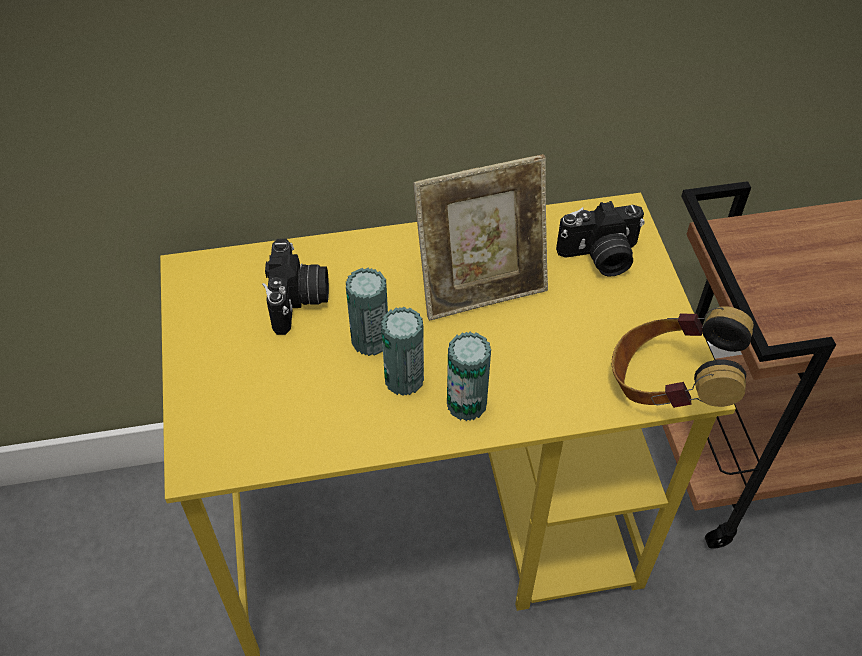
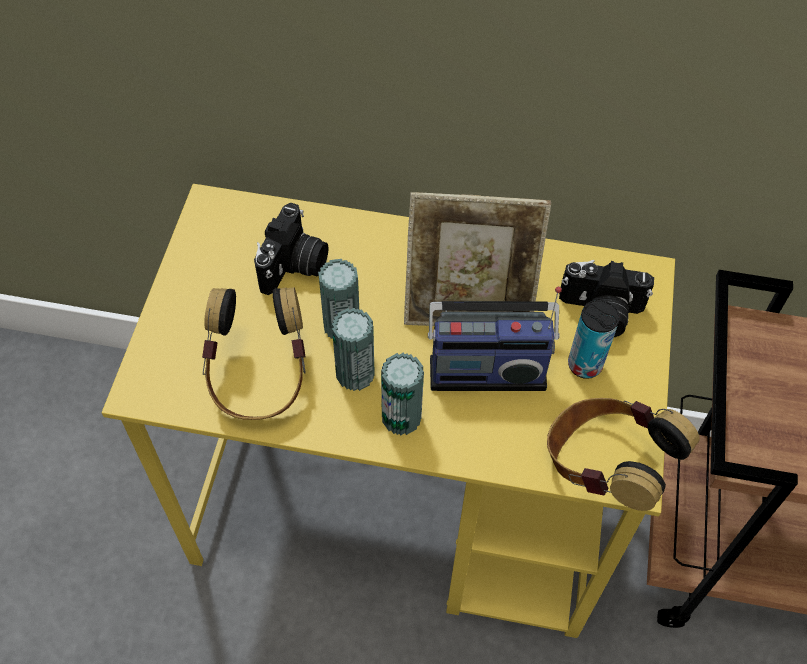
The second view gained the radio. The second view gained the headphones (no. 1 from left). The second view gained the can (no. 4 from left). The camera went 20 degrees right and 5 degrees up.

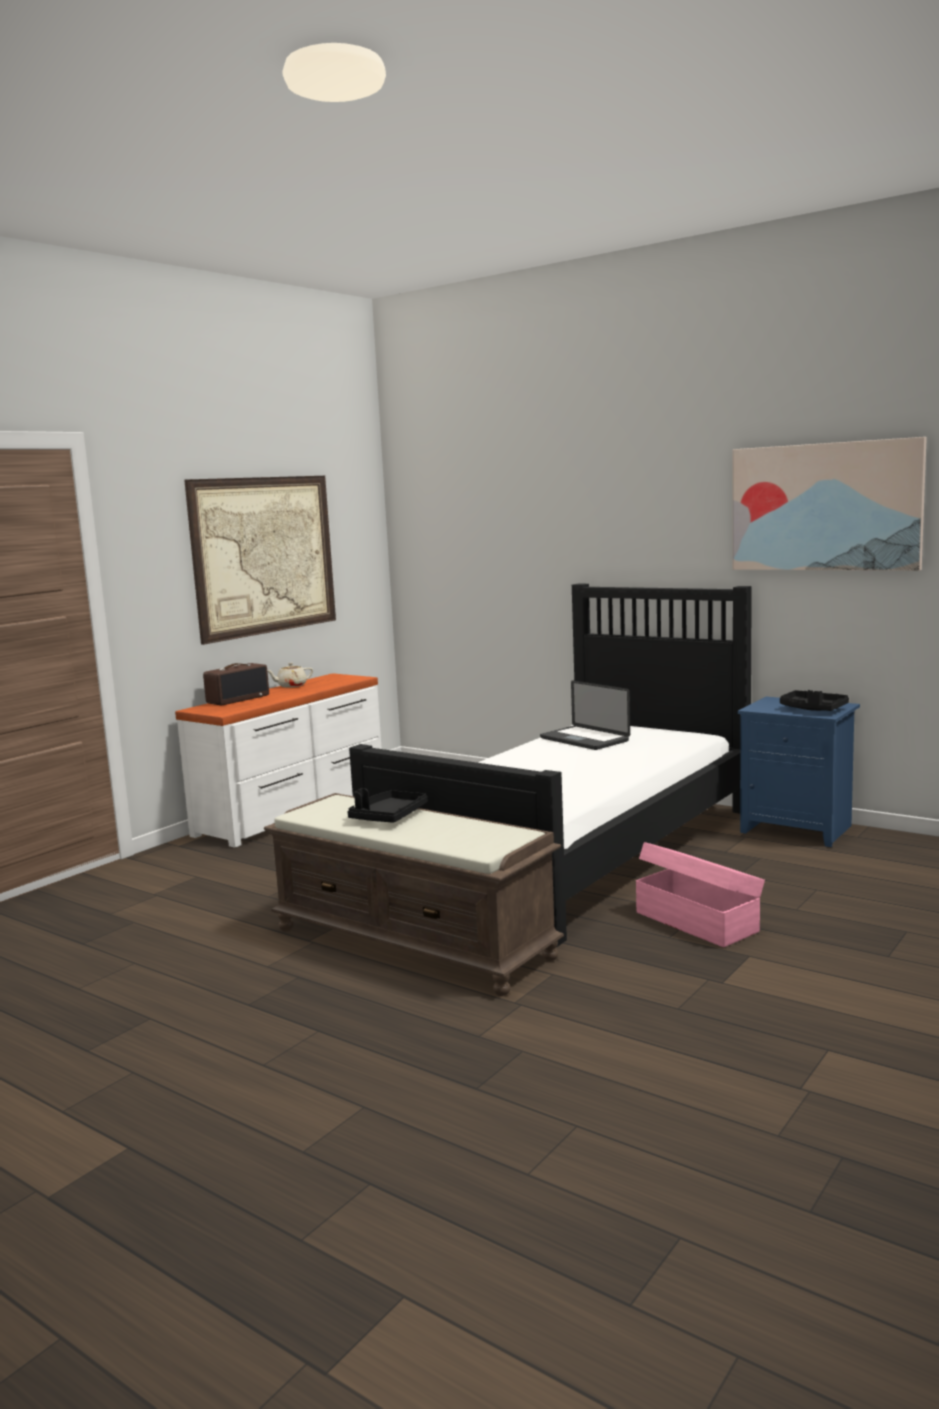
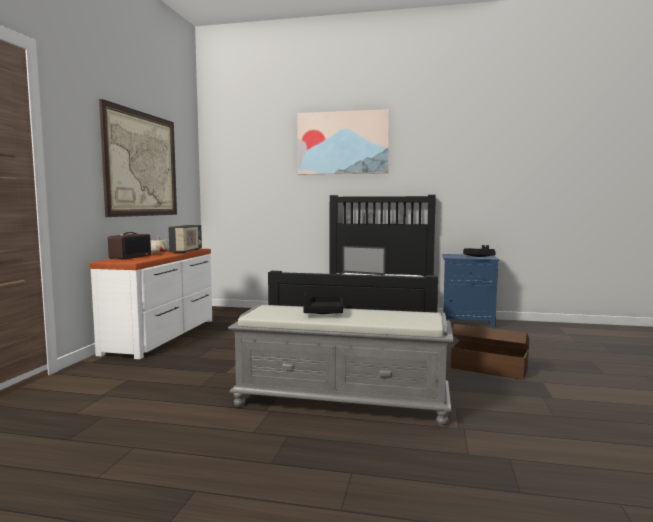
The picture (no. 2 from left) ended up elsewhere. What was the brown bench turned into the grey bench. What was the pink storage box turned into the brown storage box. The second view gained the radio (no. 2 from left). The camera went 25 degrees left and 5 degrees down.

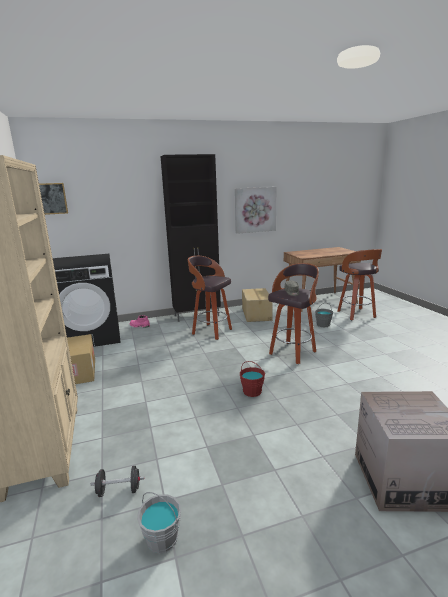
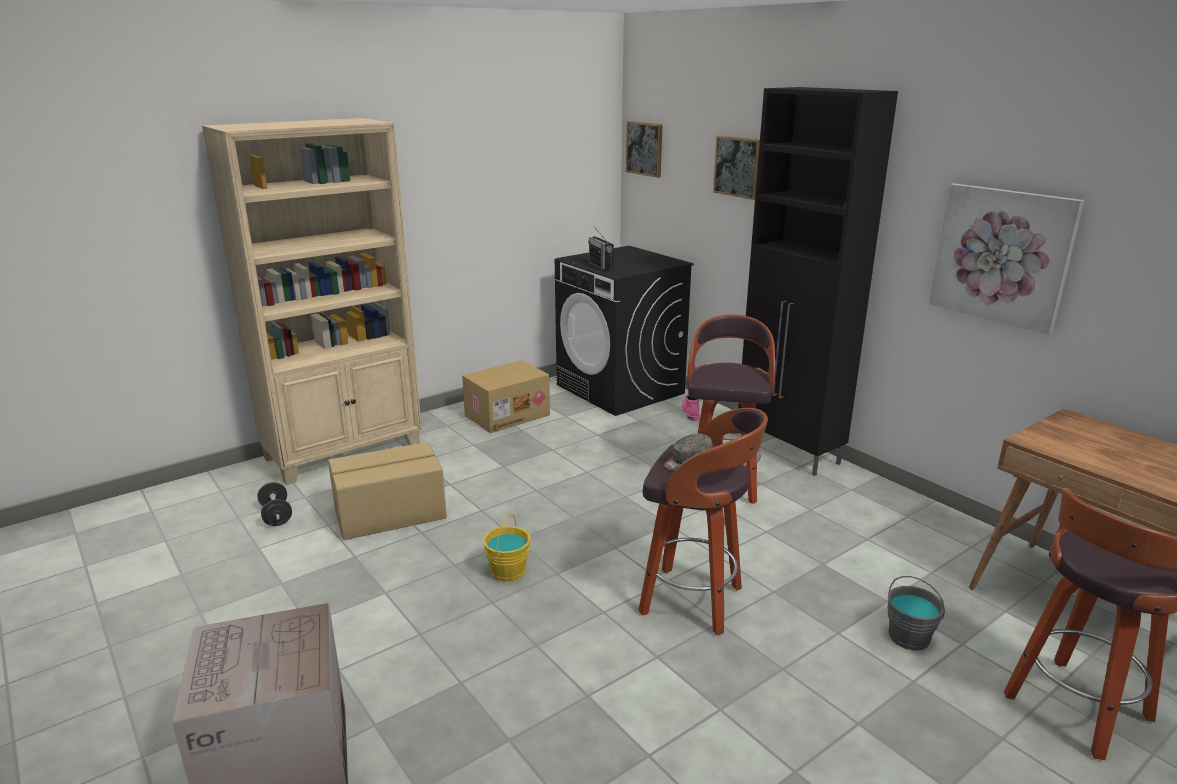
The cardboard box (no. 2 from left) ended up elsewhere. What was the red bucket turned into the yellow bucket. The second view lost the grey bucket (no. 1 from left). The second view gained the picture (no. 2 from left). The second view gained the radio. The camera went 70 degrees right and 5 degrees up.

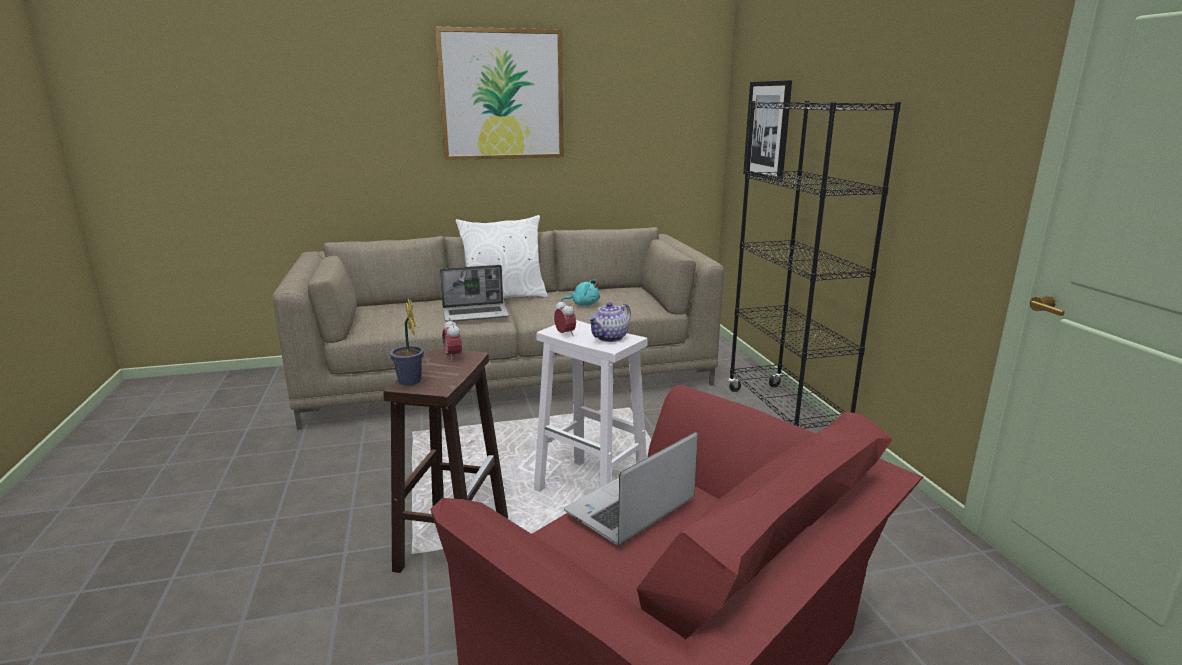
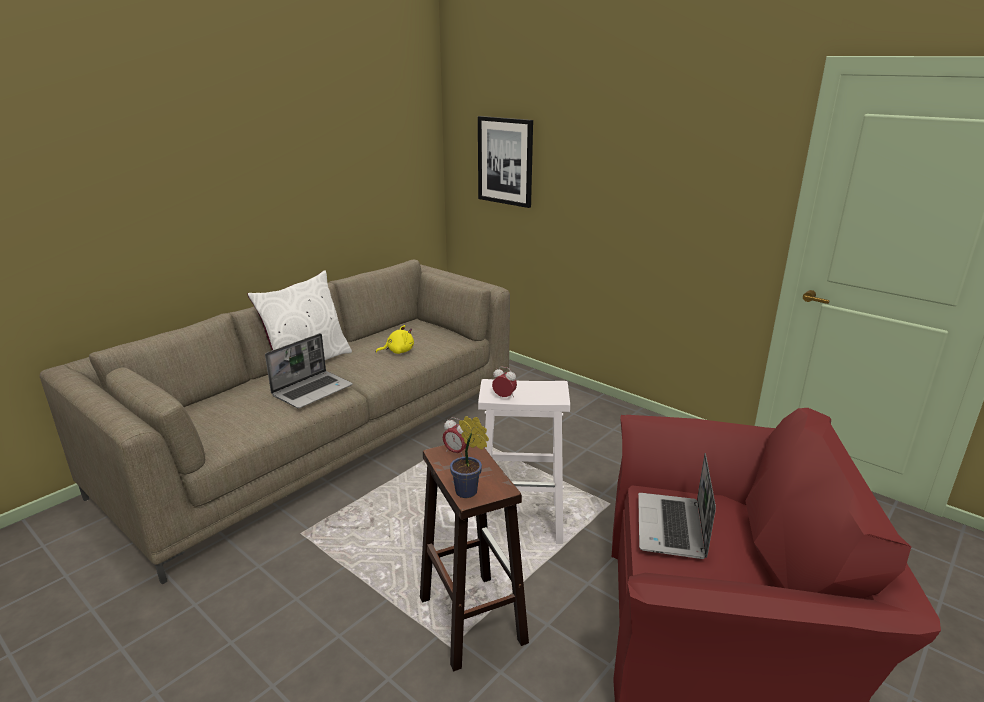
The second view lost the picture (no. 1 from left). The second view lost the black bookcase. What was the turquoise plush toy turned into the yellow plush toy. The second view lost the teapot. The camera went 35 degrees left and 5 degrees up.

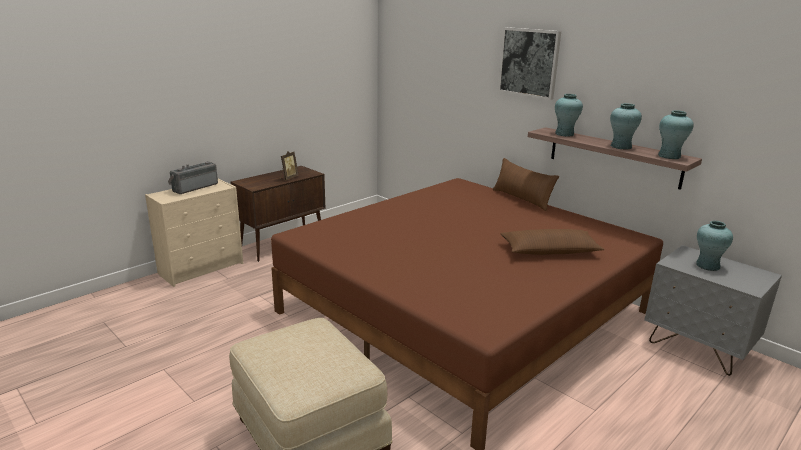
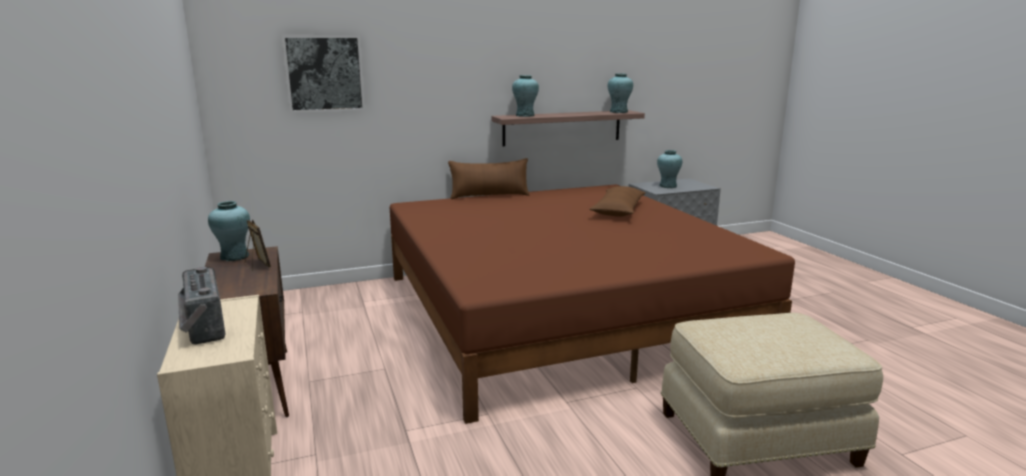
The picture ended up elsewhere. The turquoise vase (no. 2 from left in the first image) ended up elsewhere. The camera went 65 degrees left and 5 degrees down.

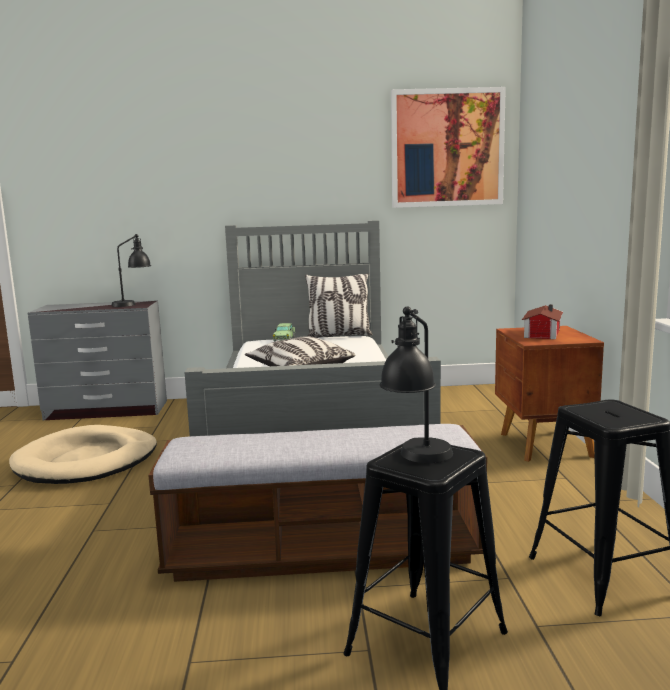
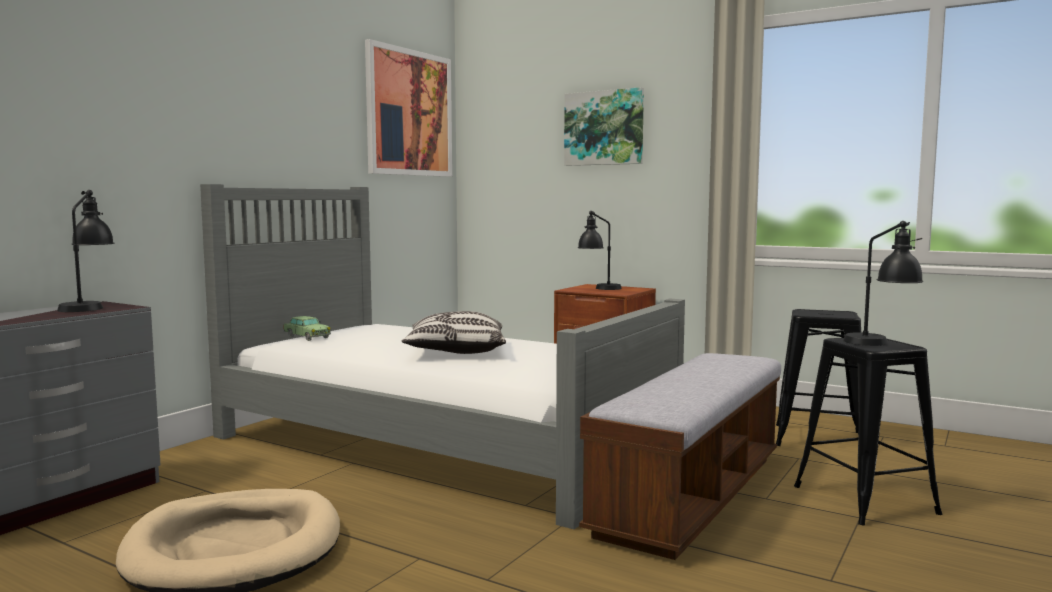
The second view lost the pillow (no. 2 from left). Where the toy house stood, the black table lamp (no. 2 from left) came to stand. The second view gained the picture (no. 2 from left). The camera went 55 degrees left and 5 degrees down.

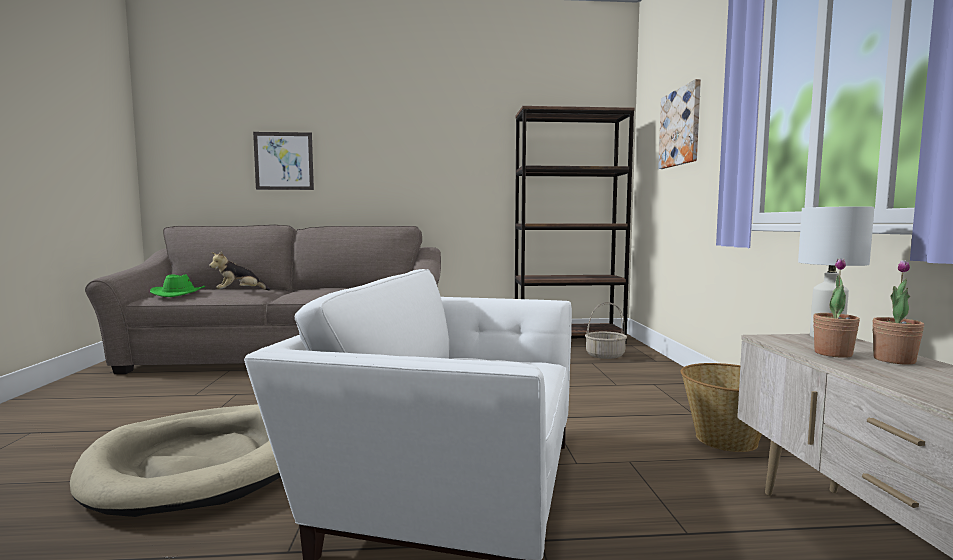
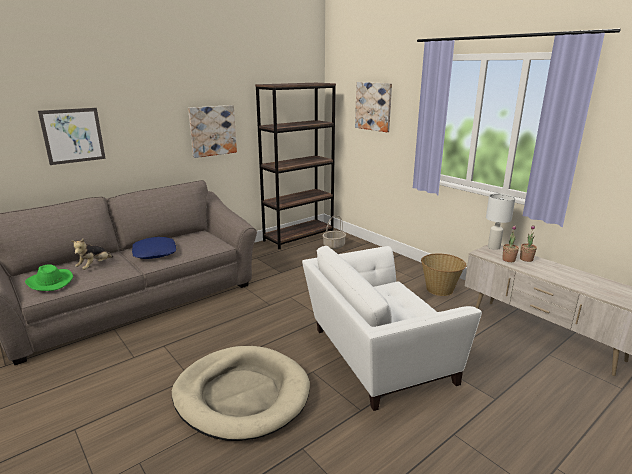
The second view gained the picture (no. 2 from left). The second view gained the blue pillow. The camera went 35 degrees left and 15 degrees up.

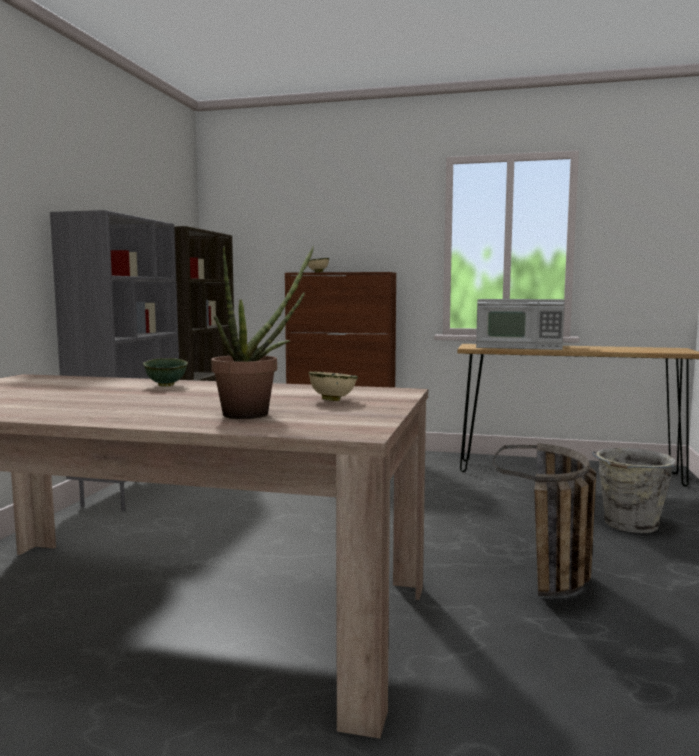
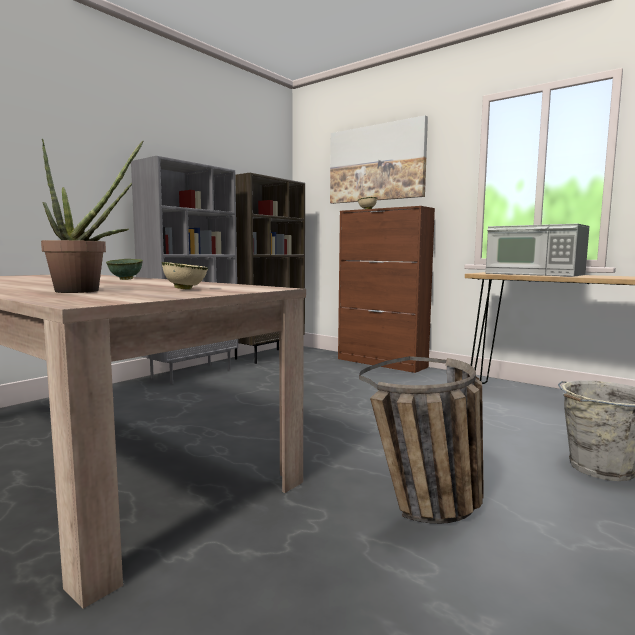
The second view gained the picture. The camera went 25 degrees right and 0 degrees up.

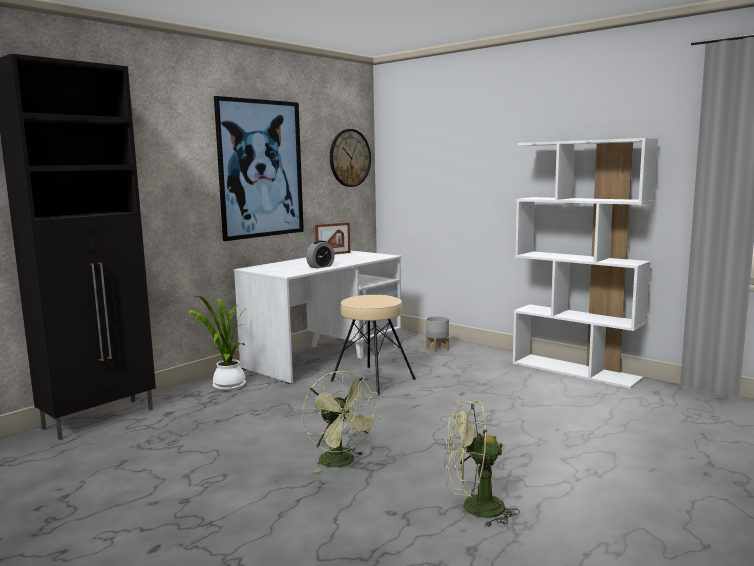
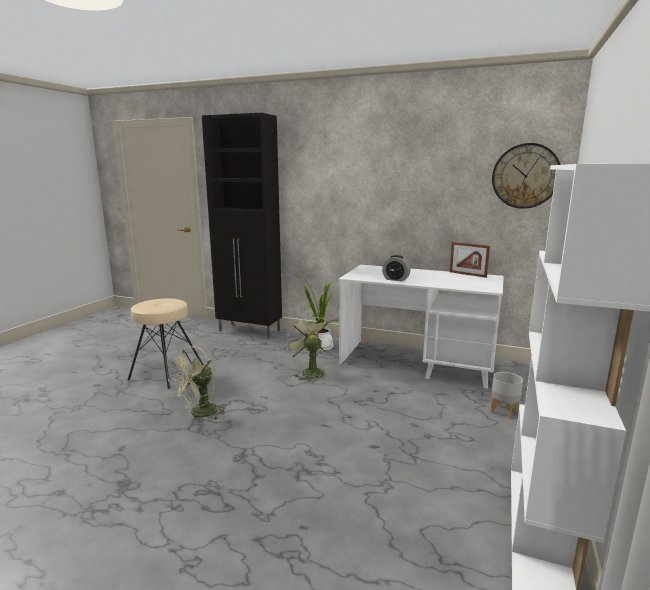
The second view lost the picture. The beige stool ended up elsewhere. The green fan (no. 2 from left) ended up elsewhere. The camera went 70 degrees right and 5 degrees up.

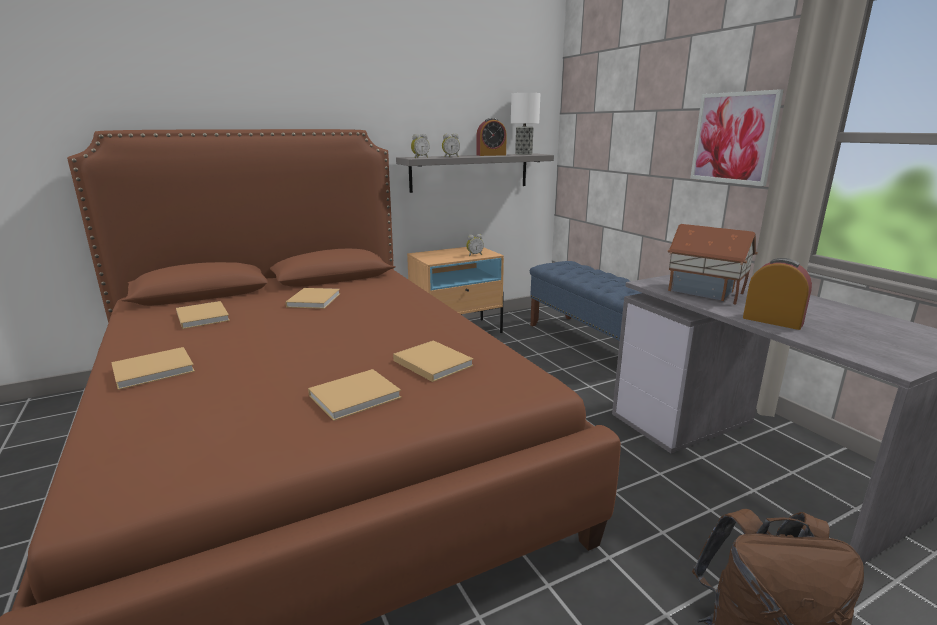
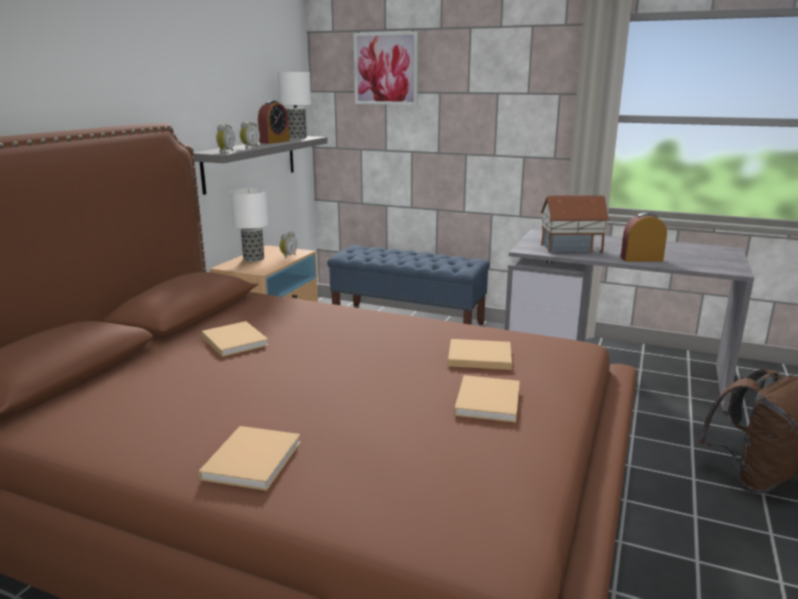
The picture ended up elsewhere. The second view lost the beige book (no. 2 from left). The second view gained the table lamp (no. 1 from left). The camera went 40 degrees left and 0 degrees up.

